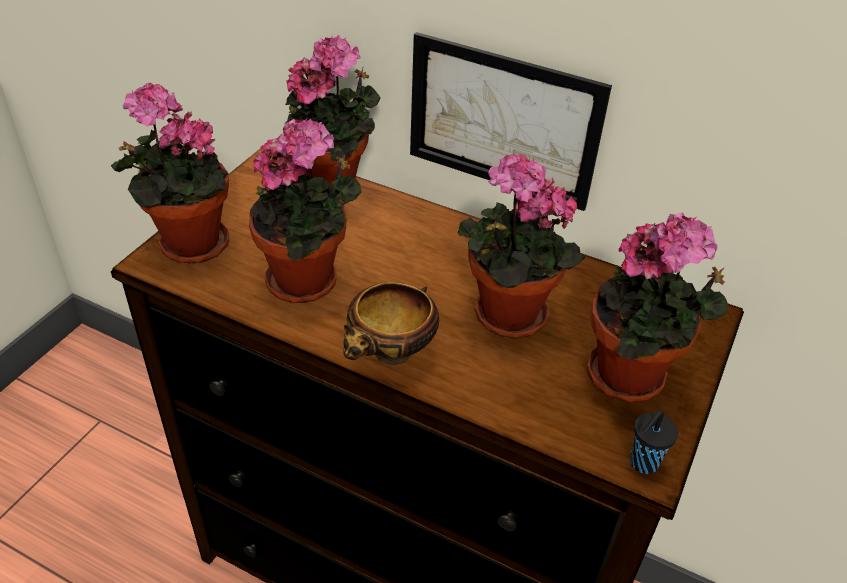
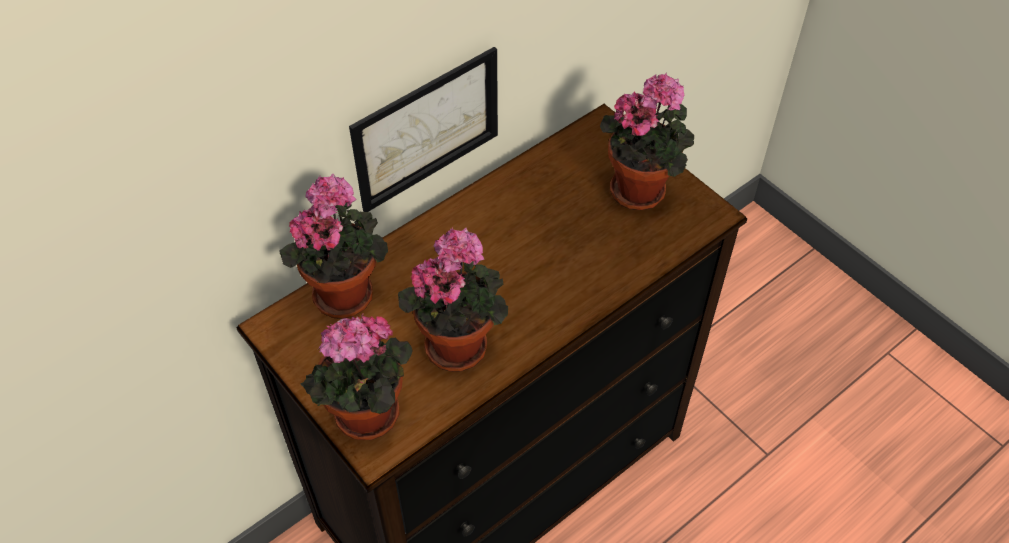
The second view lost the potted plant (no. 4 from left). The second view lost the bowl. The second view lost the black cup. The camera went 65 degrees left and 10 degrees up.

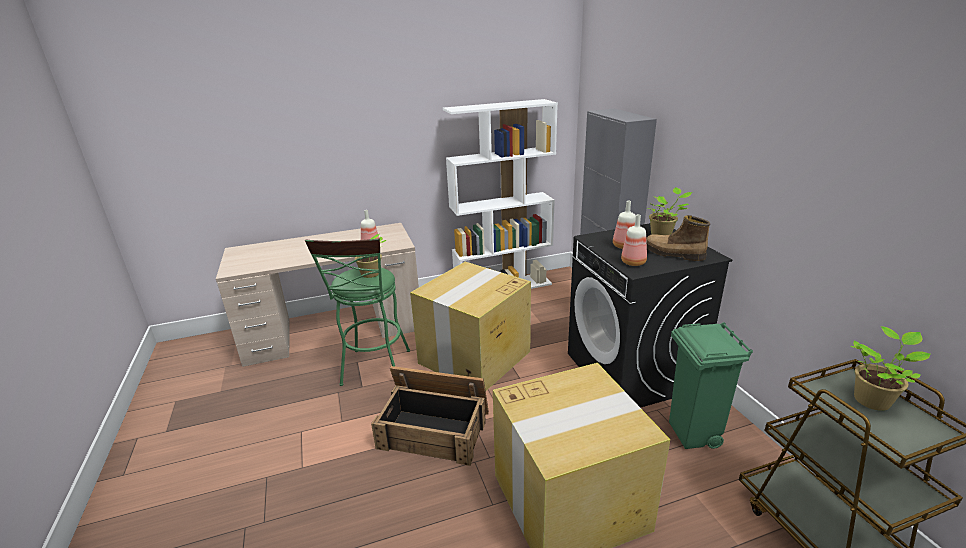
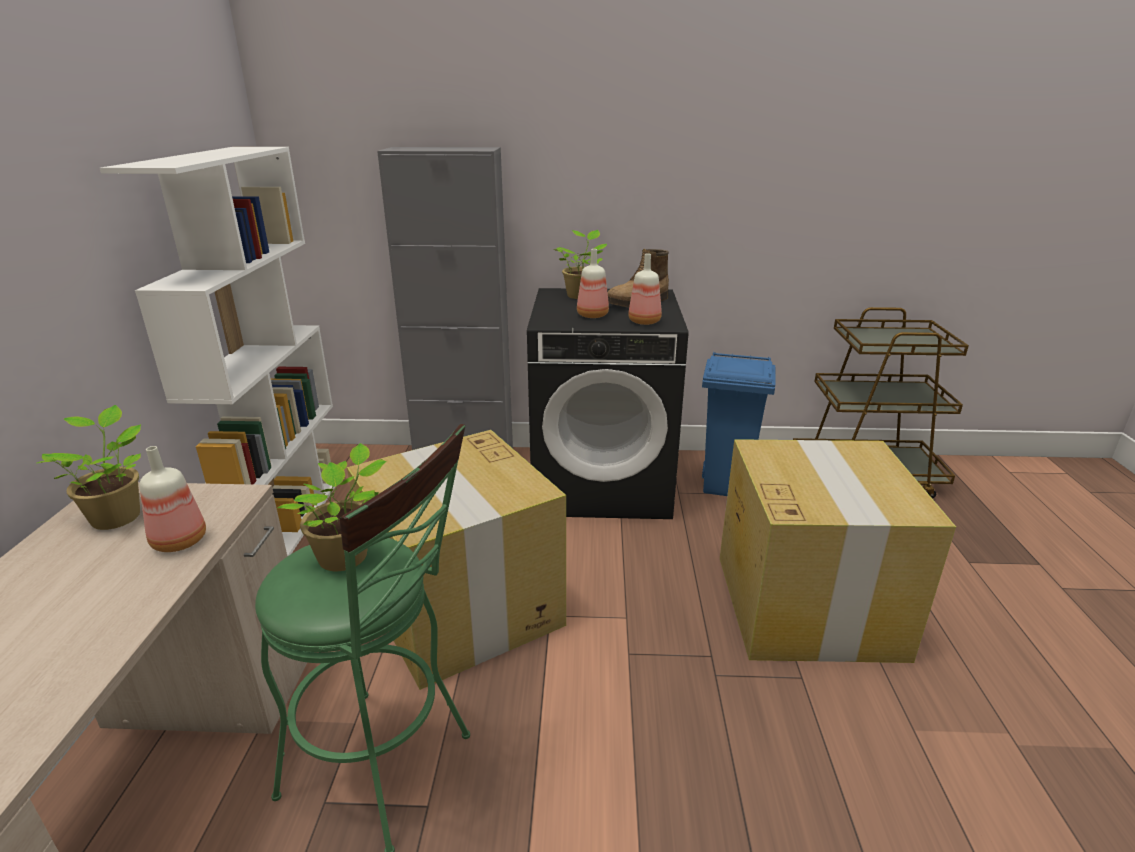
What was the green trash can turned into the blue trash can. The potted plant (no. 3 from left in the first image) ended up elsewhere. The second view lost the crate. The camera went 70 degrees left and 0 degrees up.

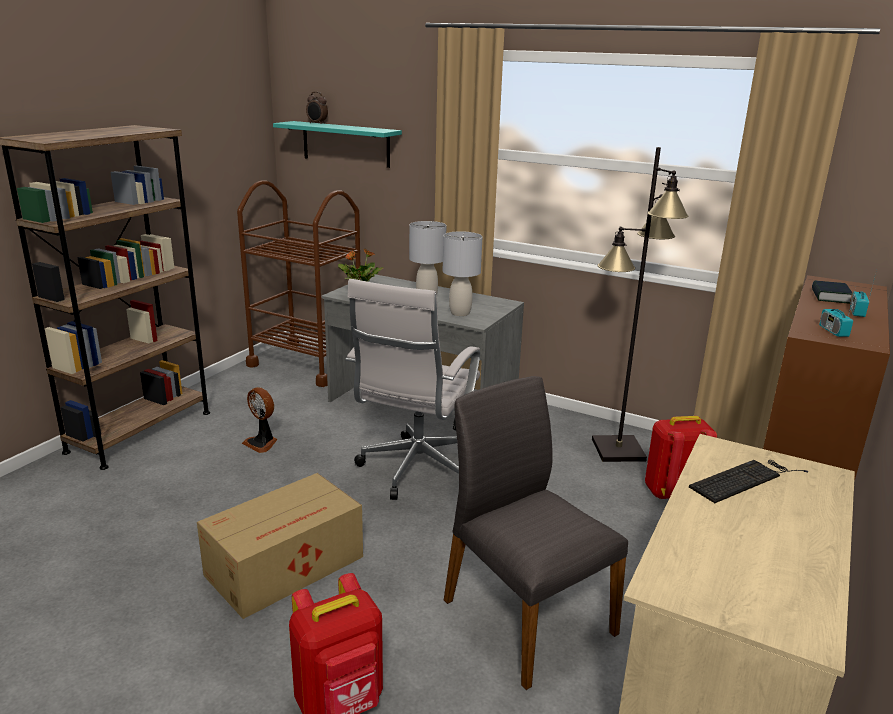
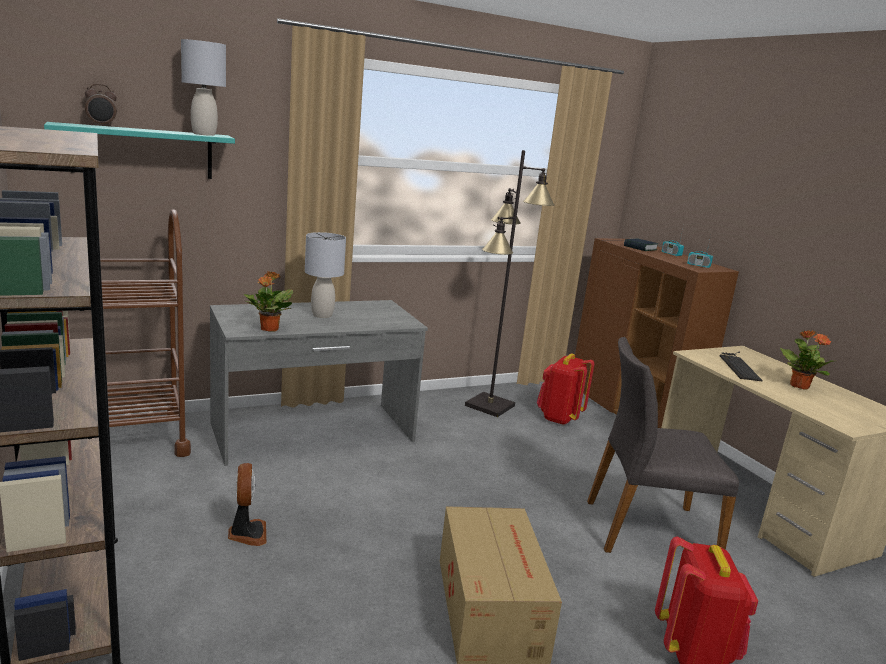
The grey table lamp (no. 2 from left in the first image) ended up elsewhere. The second view lost the white office chair. The fan ended up facing another way, 90 degrees counterclockwise from before. The second view gained the potted plant (no. 2 from left). The camera went 55 degrees left and 5 degrees down.

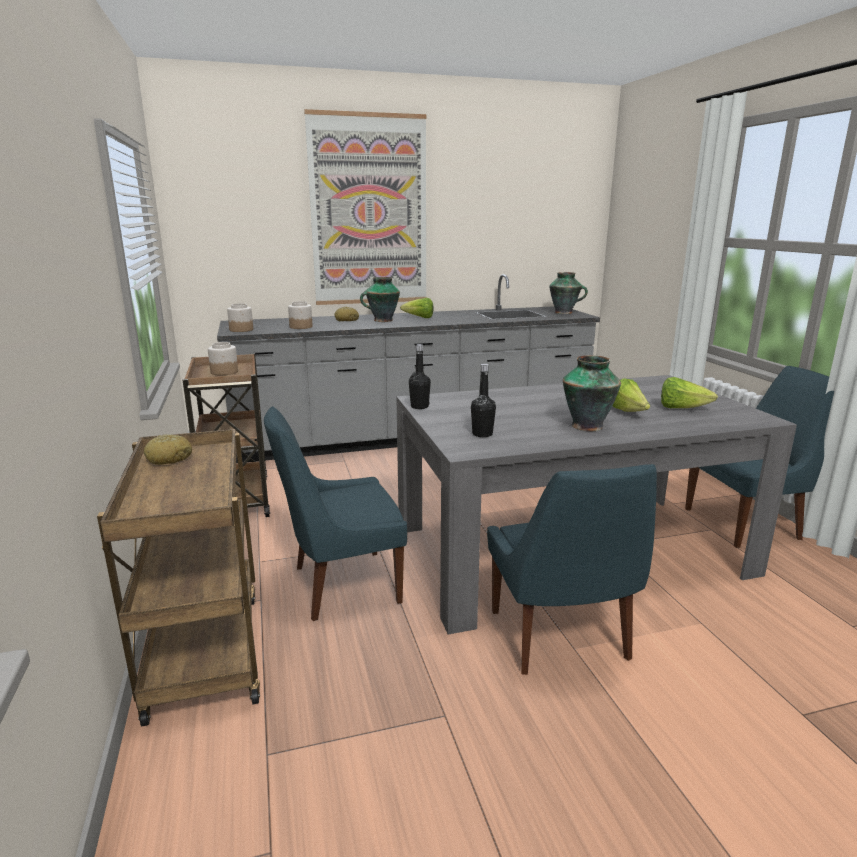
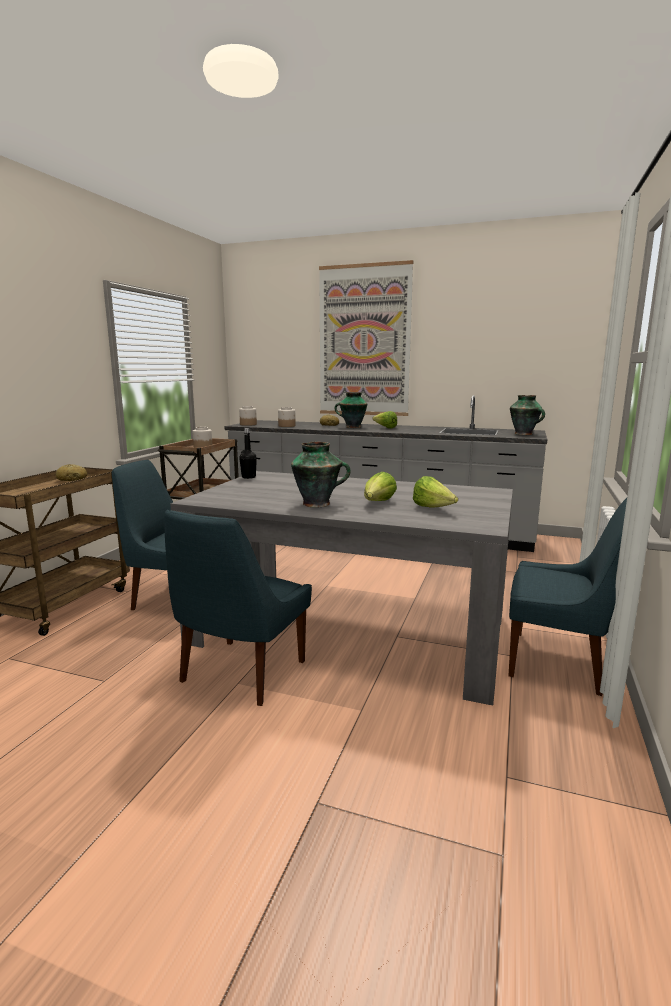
The second view lost the black bottle (no. 2 from left). The camera went 35 degrees right and 5 degrees down.

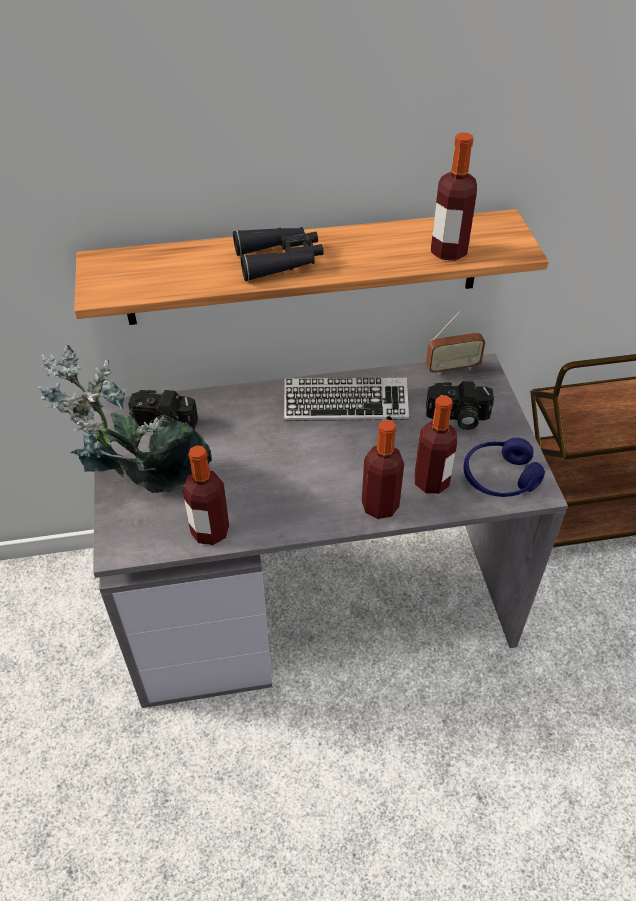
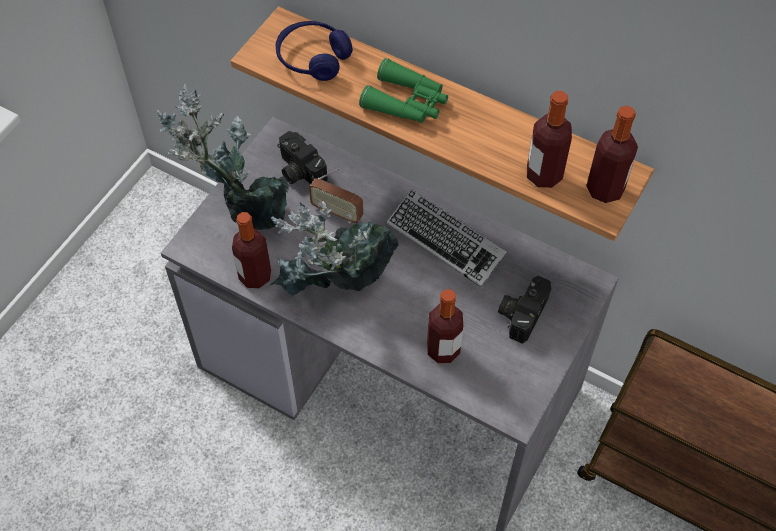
What was the black binoculars turned into the green binoculars. The radio ended up elsewhere. The photo camera (no. 2 from left) ended up facing another way, 75 degrees clockwise from before. The bottle (no. 2 from left in the first image) ended up elsewhere. The blue headphones ended up elsewhere. The second view gained the potted plant (no. 2 from left). The camera went 40 degrees right and 10 degrees up.

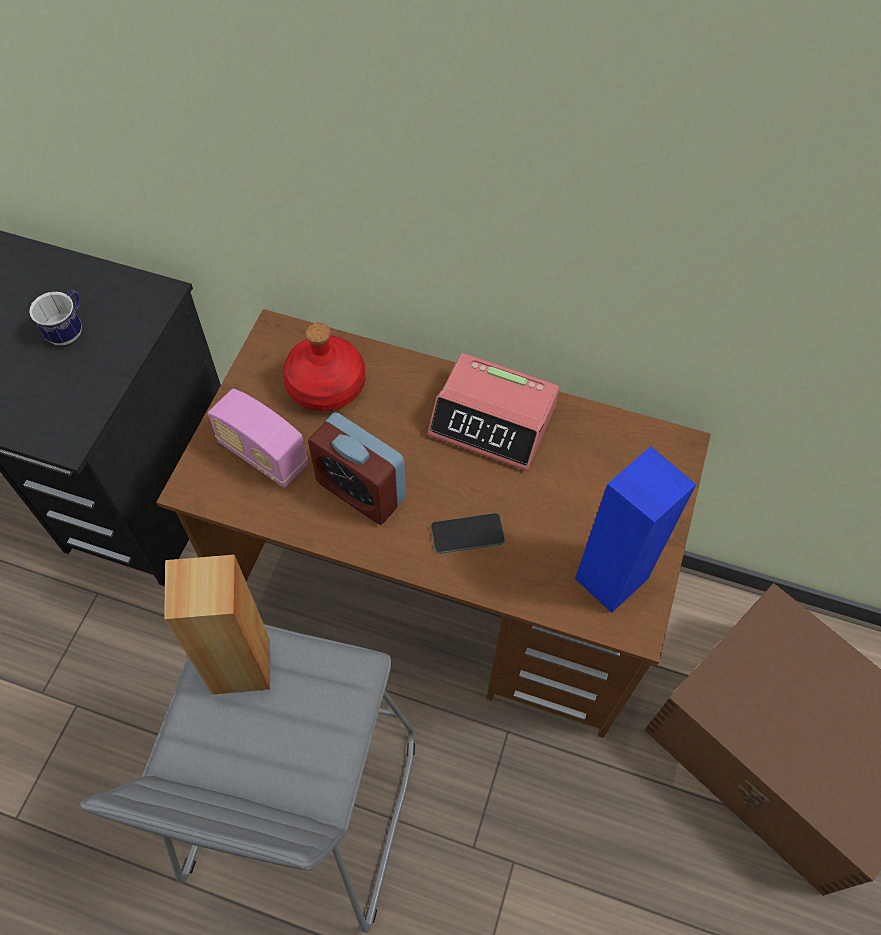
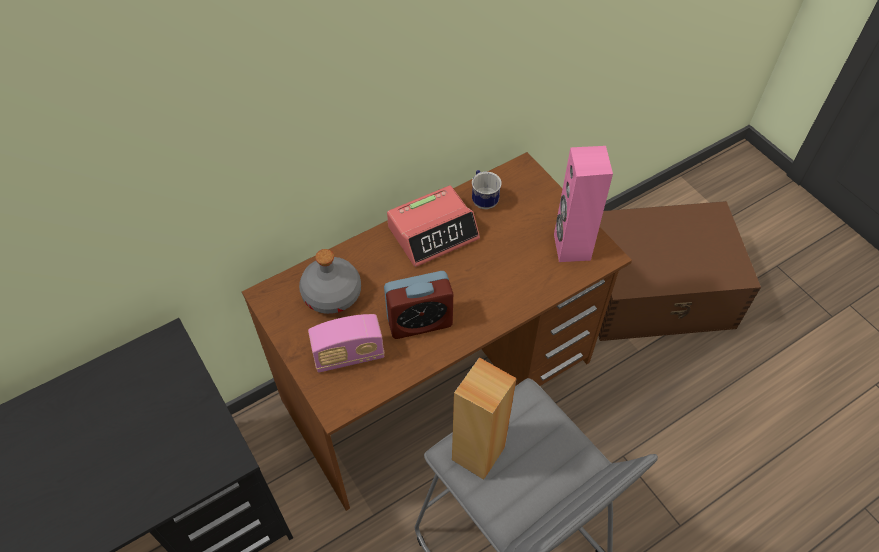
The mug ended up elsewhere. What was the red bottle turned into the grey bottle. What was the blue speaker turned into the pink speaker. The second view lost the phone. The camera went 50 degrees left and 5 degrees down.

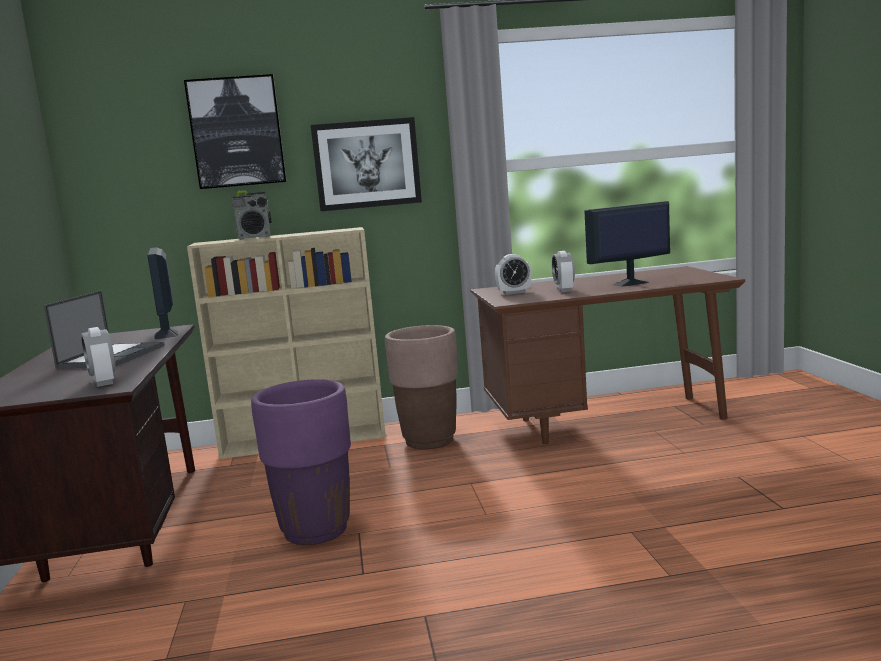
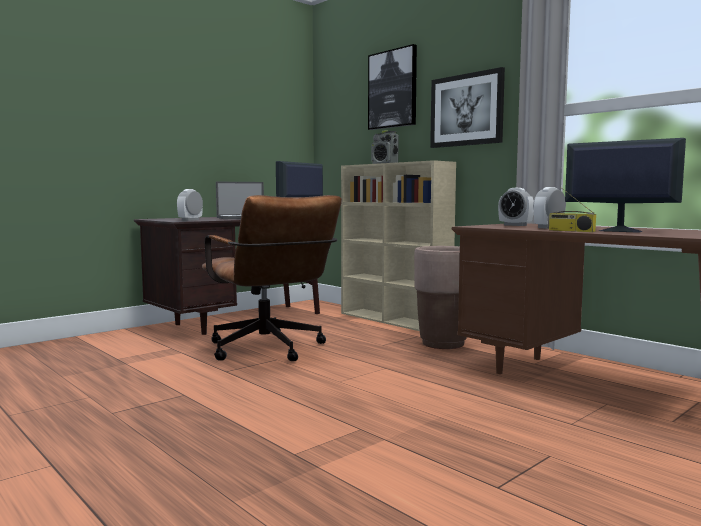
Where the purple planter stood, the brown office chair came to stand. The second view gained the radio (no. 2 from left). The camera went 55 degrees right and 5 degrees down.

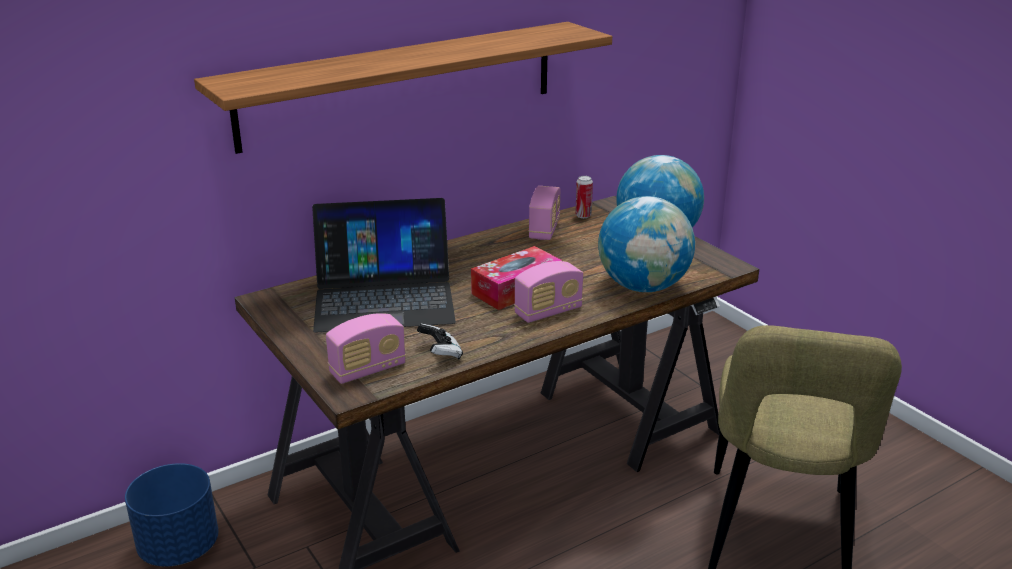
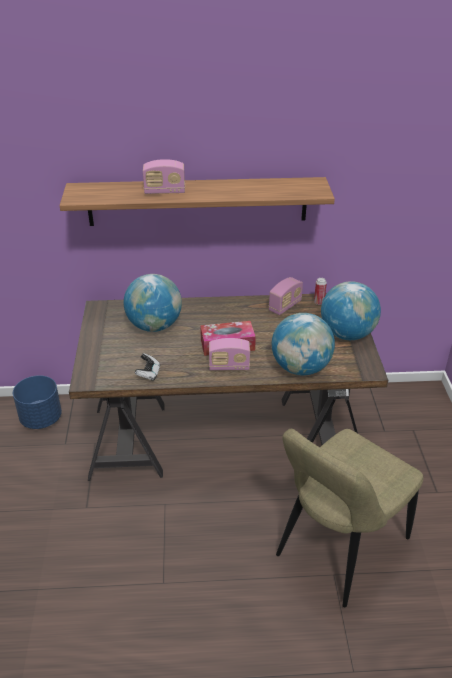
Where the laptop stood, the globe (no. 1 from left) came to stand. The radio (no. 1 from left) ended up elsewhere. The camera went 30 degrees right and 10 degrees up.

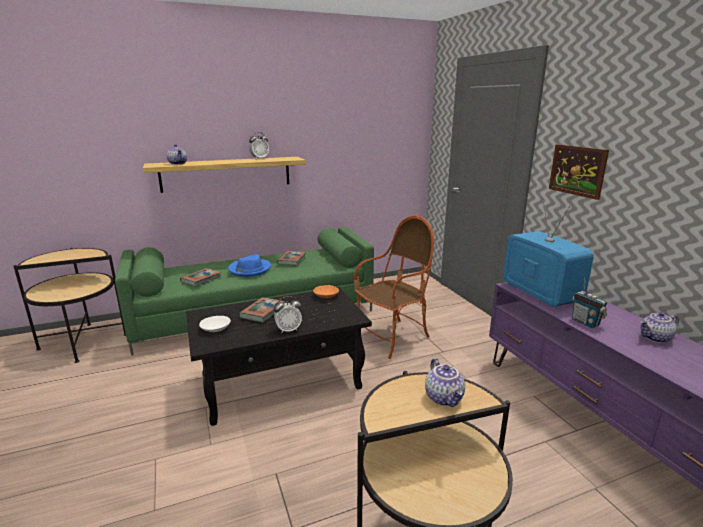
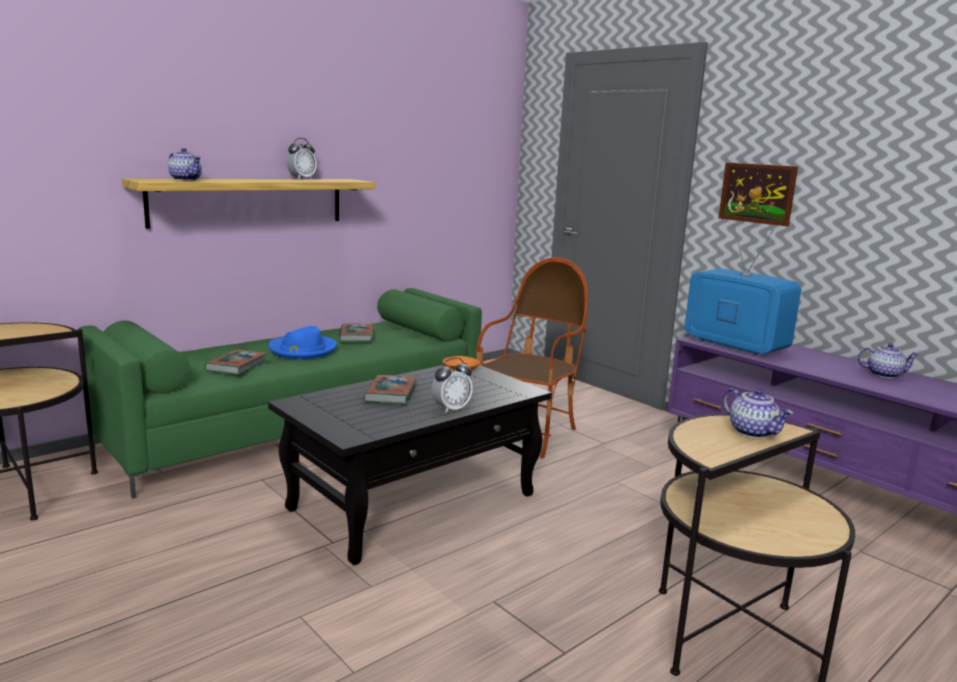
The second view lost the radio. The teapot (no. 3 from left) ended up facing another way, 135 degrees counterclockwise from before. The second view lost the white bowl. The camera went 20 degrees left and 5 degrees down.

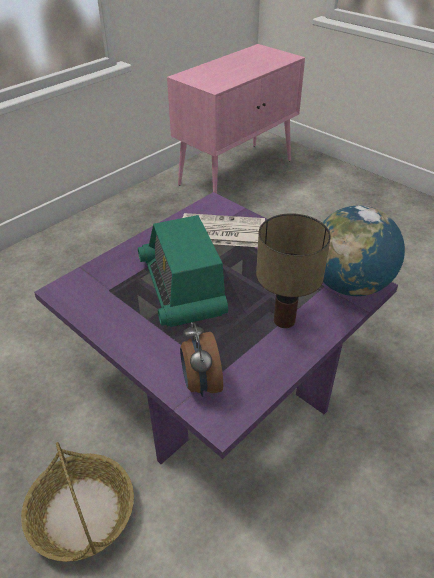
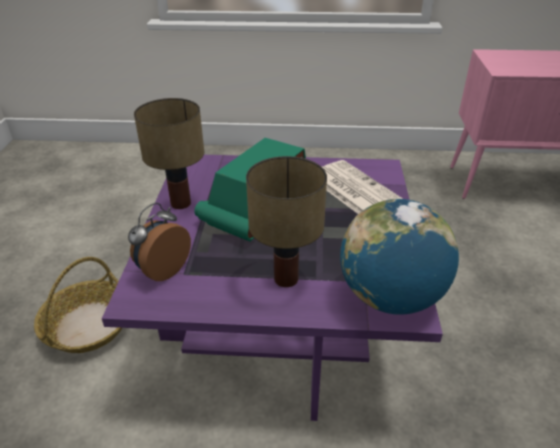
The second view gained the table lamp (no. 1 from left). The camera went 50 degrees right and 5 degrees down.

